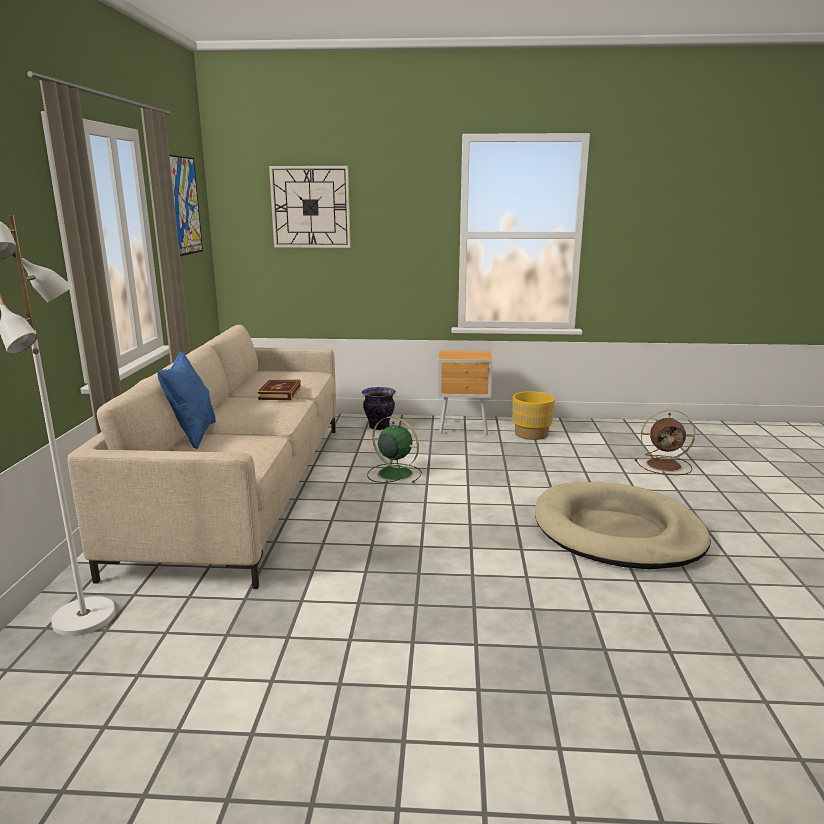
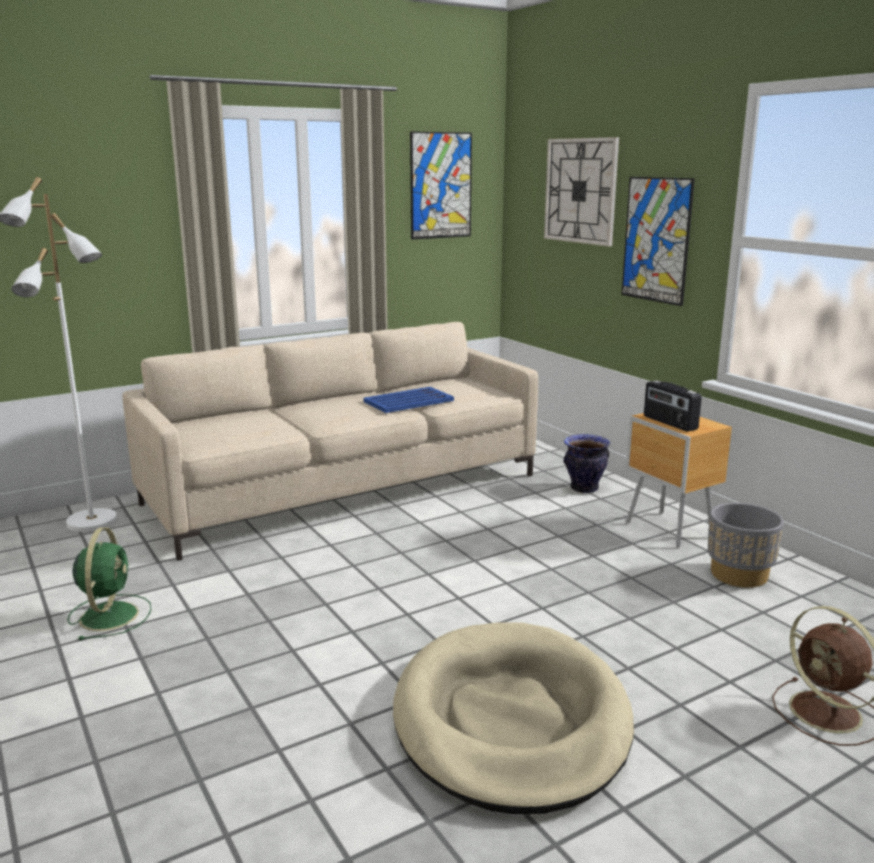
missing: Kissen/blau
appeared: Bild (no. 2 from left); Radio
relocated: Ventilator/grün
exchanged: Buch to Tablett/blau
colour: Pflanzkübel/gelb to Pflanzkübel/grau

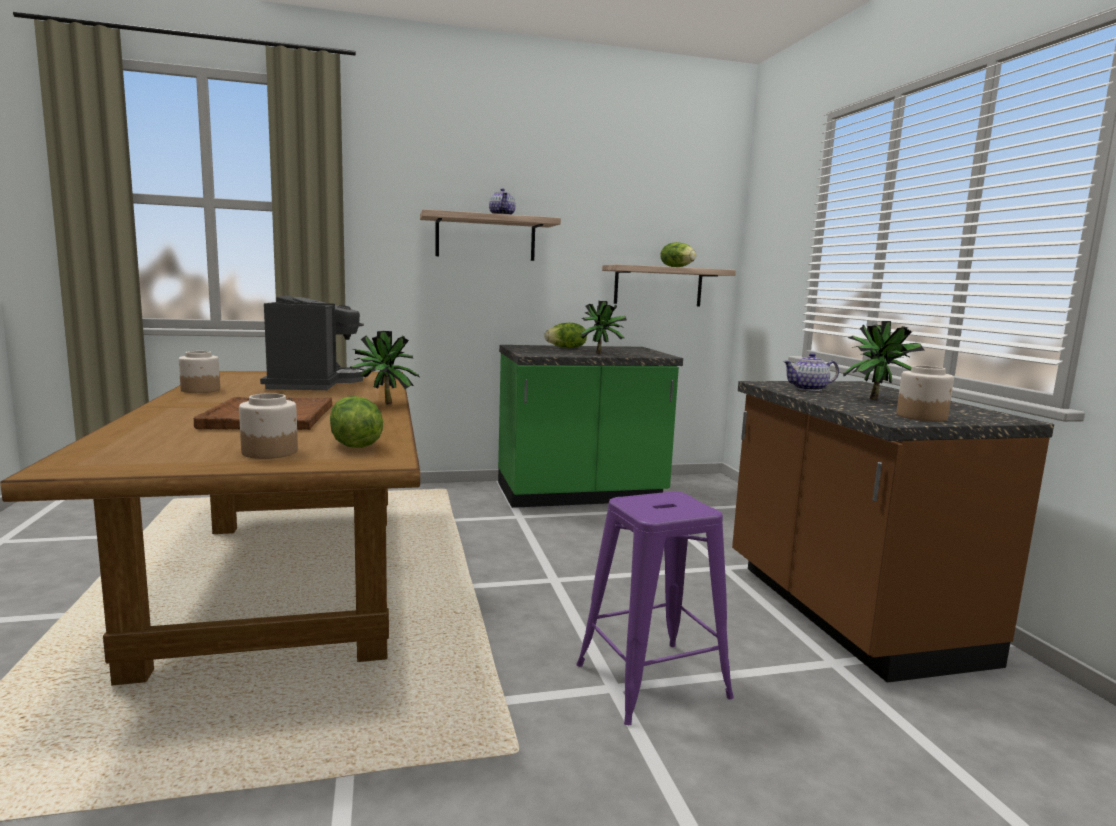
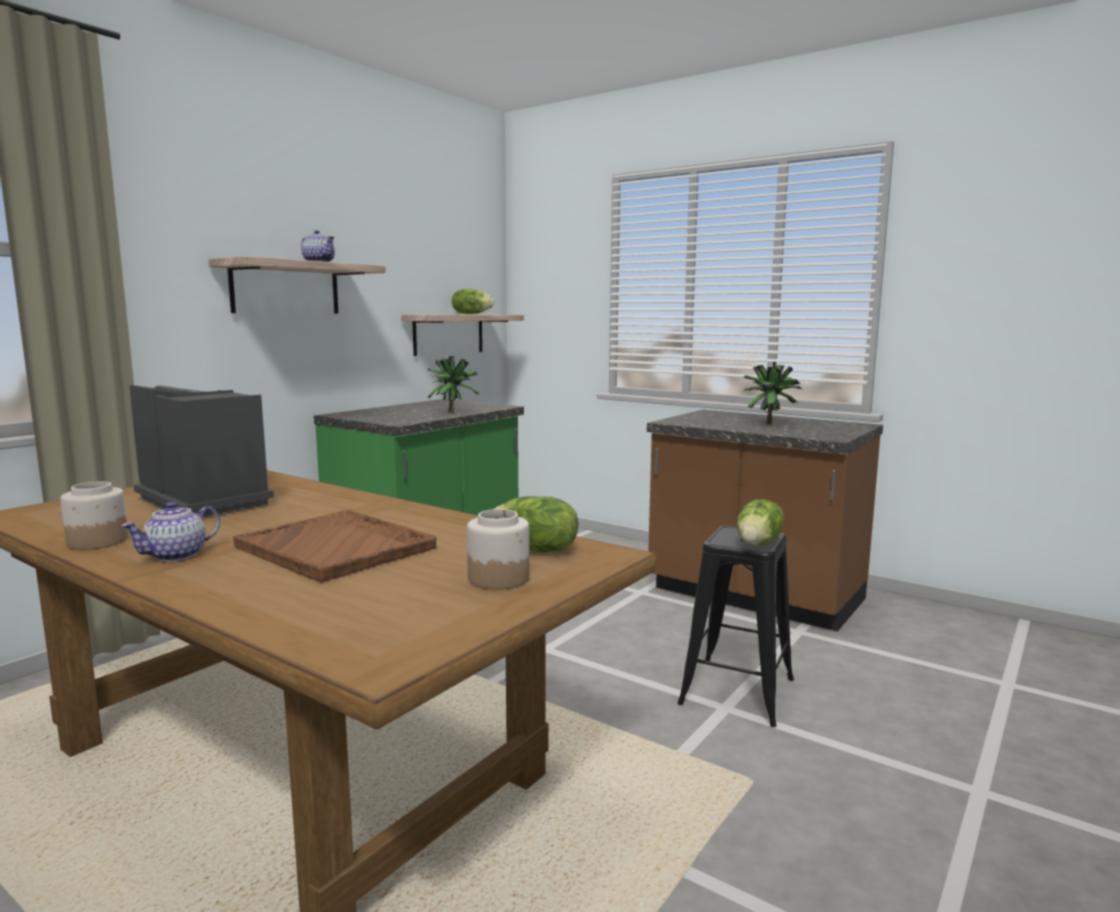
missing: Topfpflanze (no. 1 from left); Vorratsglas (no. 3 from left)
relocated: Salatkopf (no. 2 from left in the first image) to Salatkopf (no. 3 from left); Teekanne (no. 2 from left in the first image) to Teekanne (no. 1 from left)
colour: Hocker/lila to Hocker/schwarz

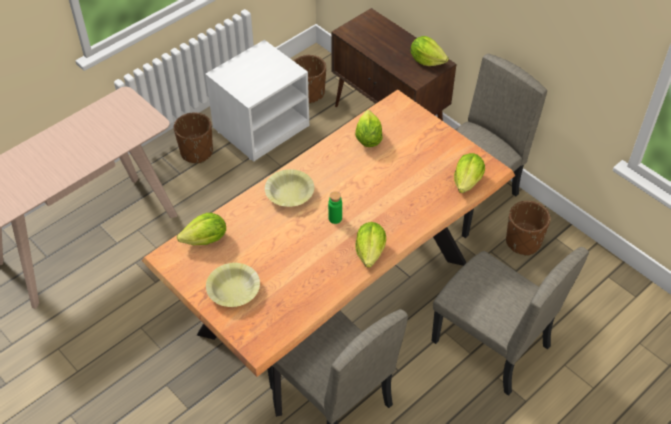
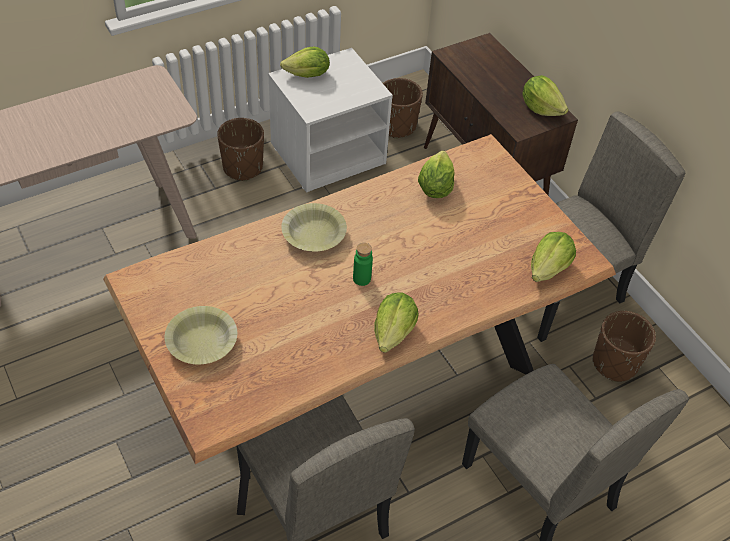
relocated: Salatkopf (no. 1 from left)

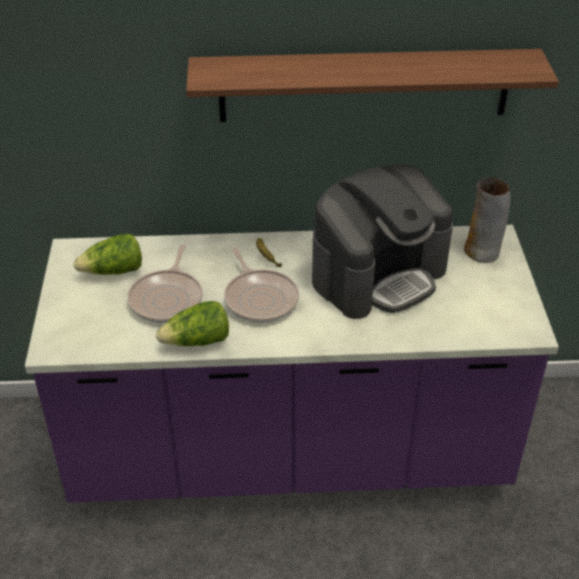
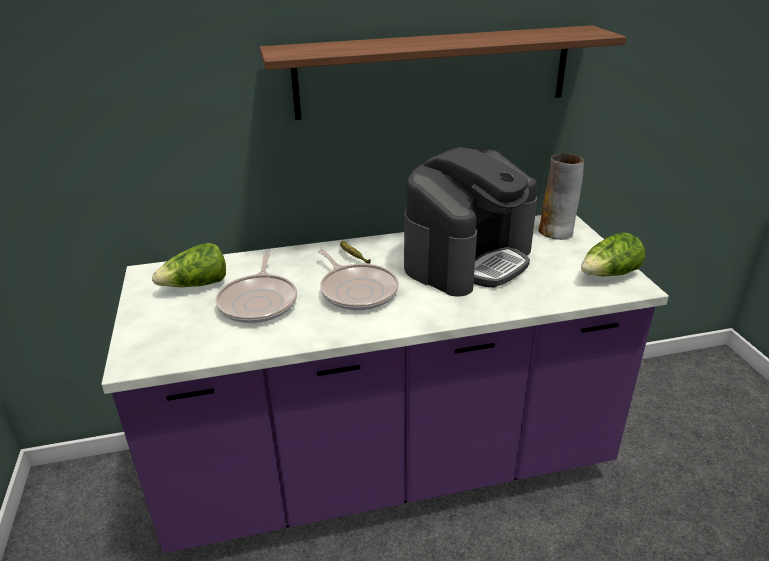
relocated: Salatkopf (no. 2 from left)

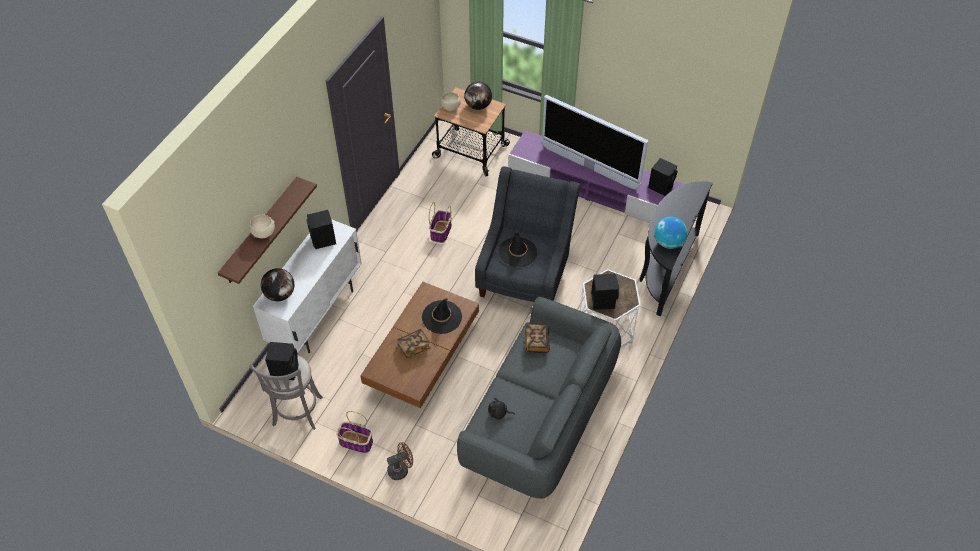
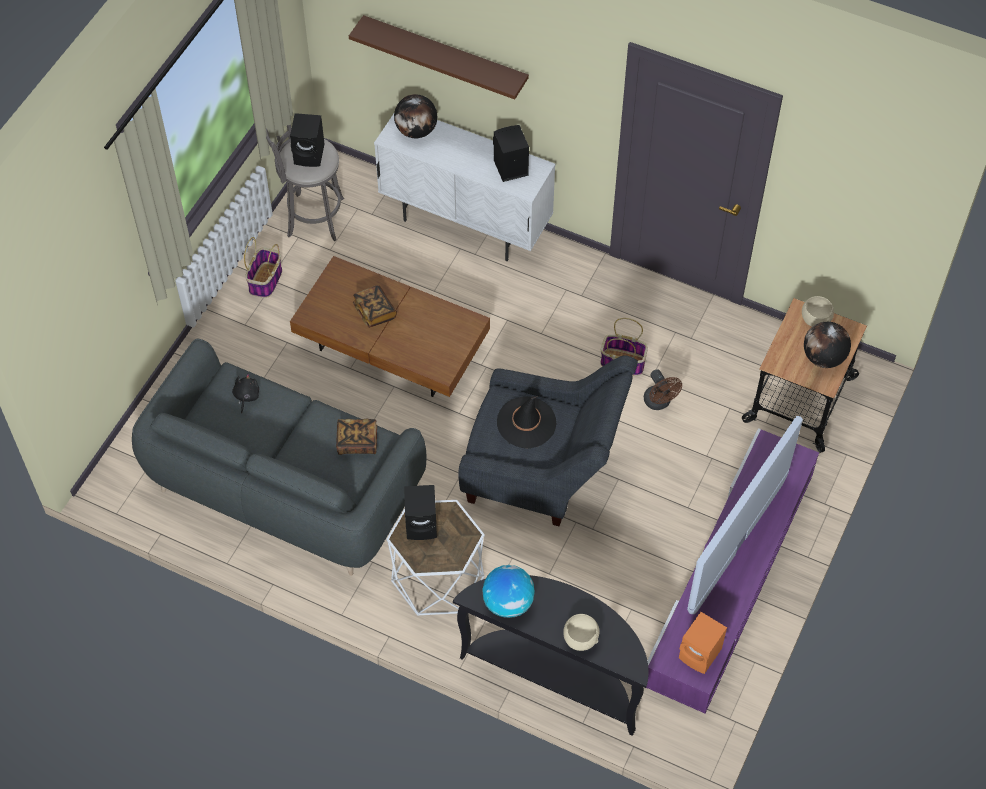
missing: Hut/schwarz (no. 1 from left)
relocated: Schüssel/beige (no. 1 from left); Ventilator/braun
colour: Lautsprecher/schwarz (no. 4 from left) to Lautsprecher/orange

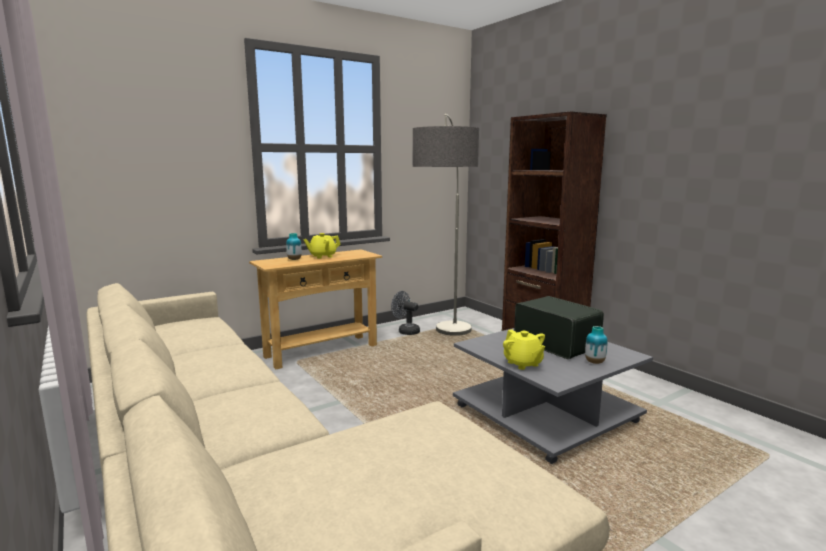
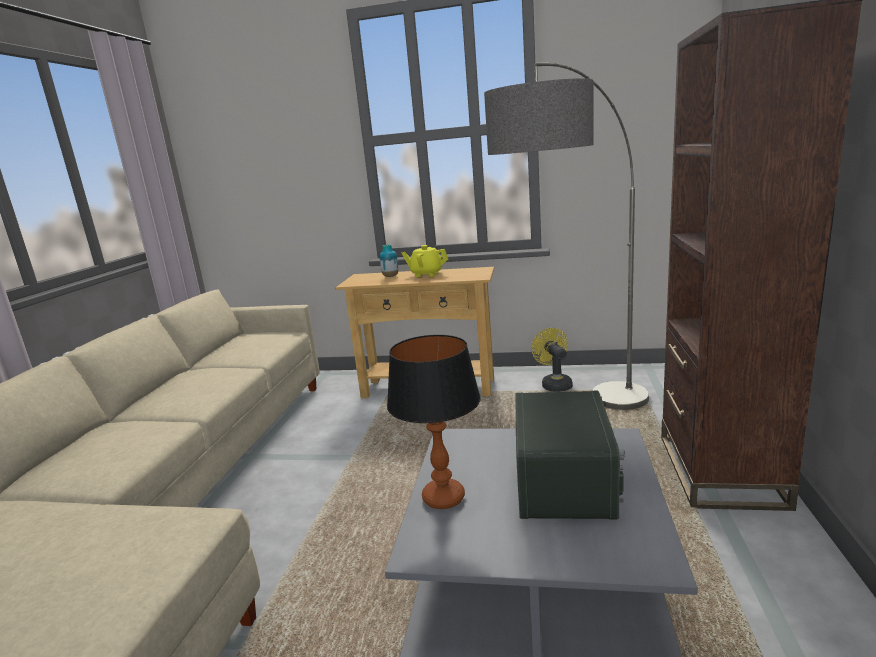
missing: Vase (no. 2 from left)
exchanged: Teekanne/gelb (no. 2 from left) to Tischlampe
colour: Ventilator/grau to Ventilator/gelb

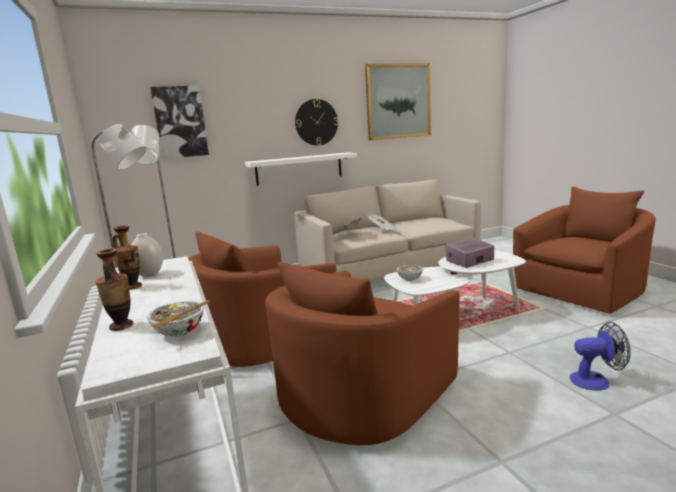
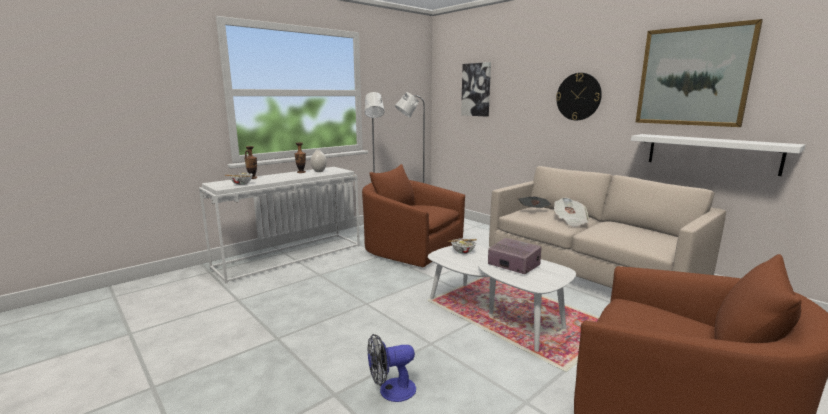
missing: Sessel/braun (no. 2 from left)
relocated: Wandregal/weiß
spun: Ventilator 90 degrees clockwise

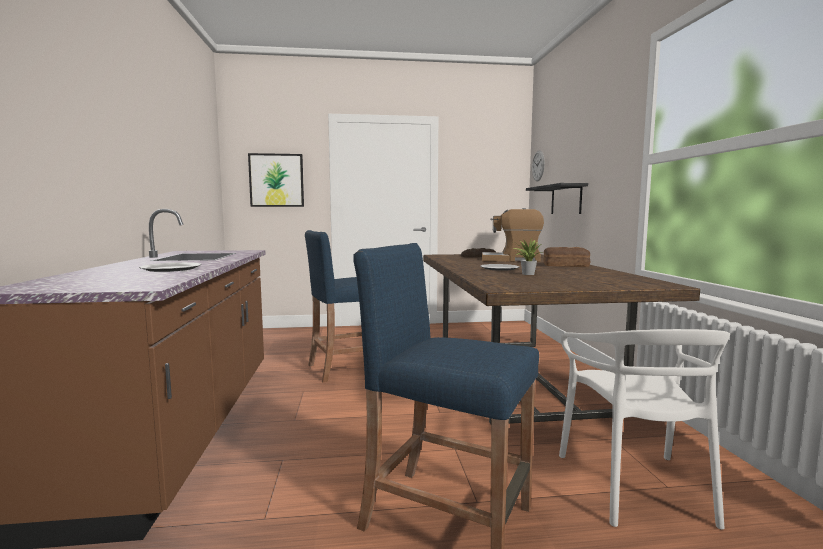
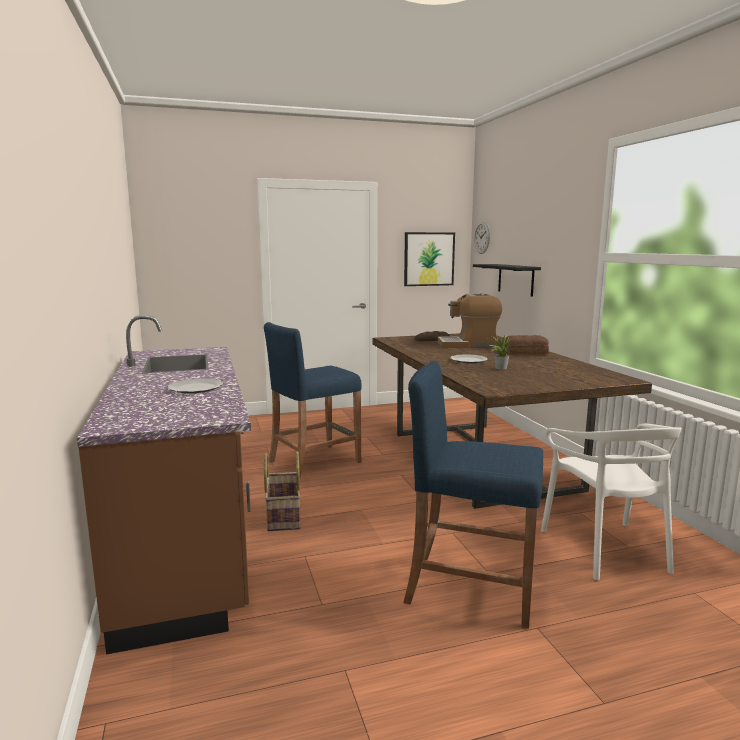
appeared: Korb
relocated: Bild

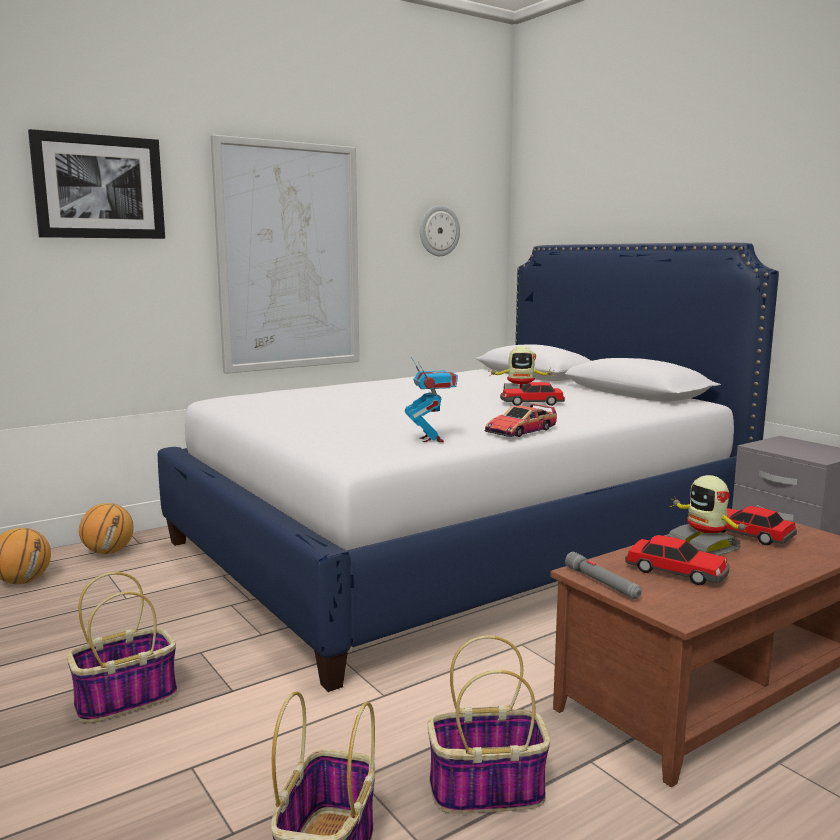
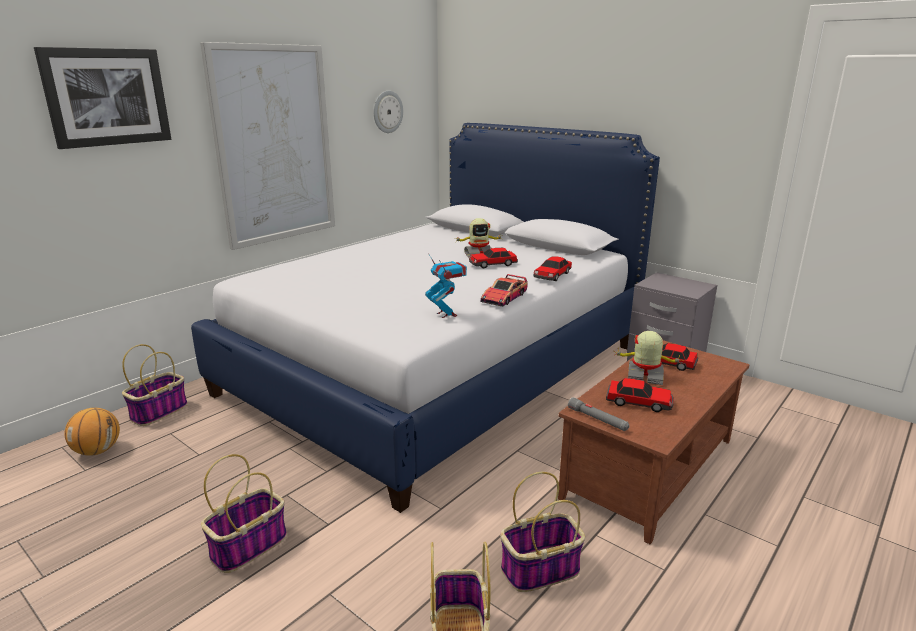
appeared: Spielzeugauto (no. 3 from left)
exchanged: Basketball (no. 2 from left) to Korb (no. 1 from left)
spun: Spielzeugroboter (no. 3 from left) 150 degrees clockwise

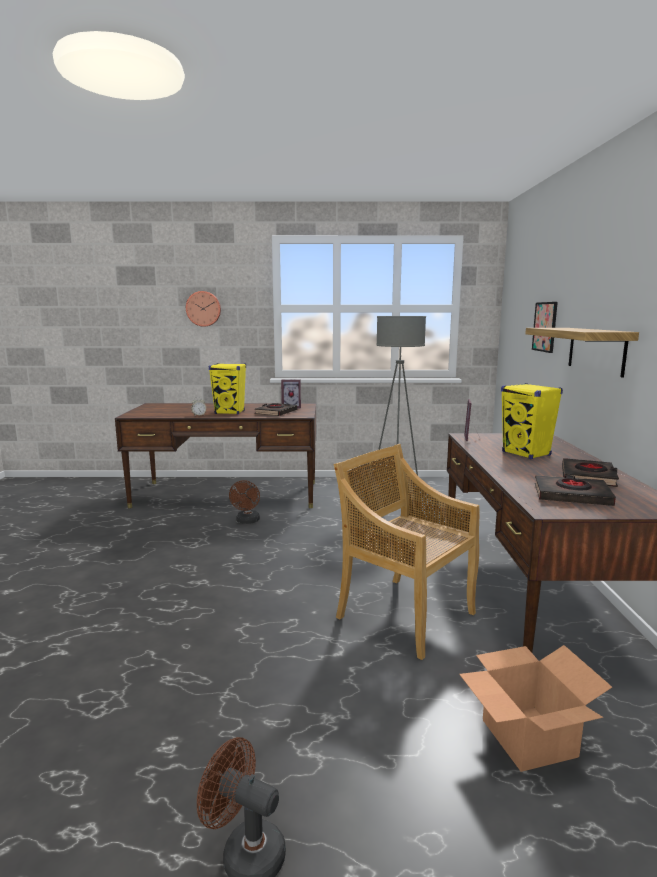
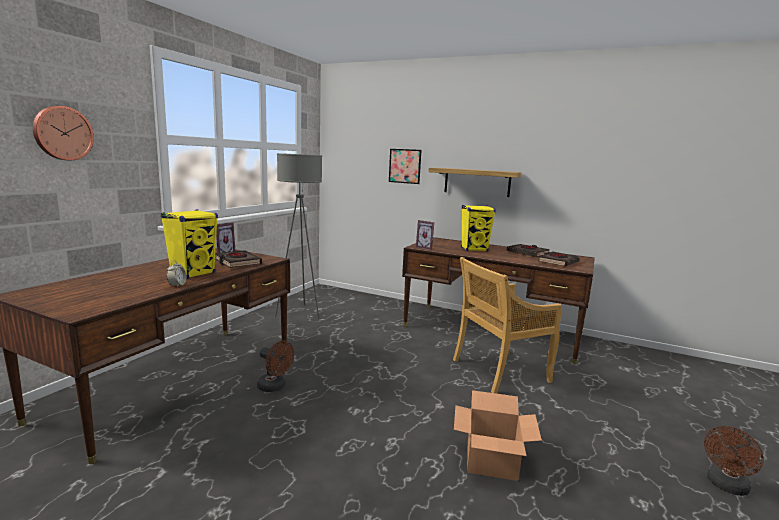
relocated: Karton

